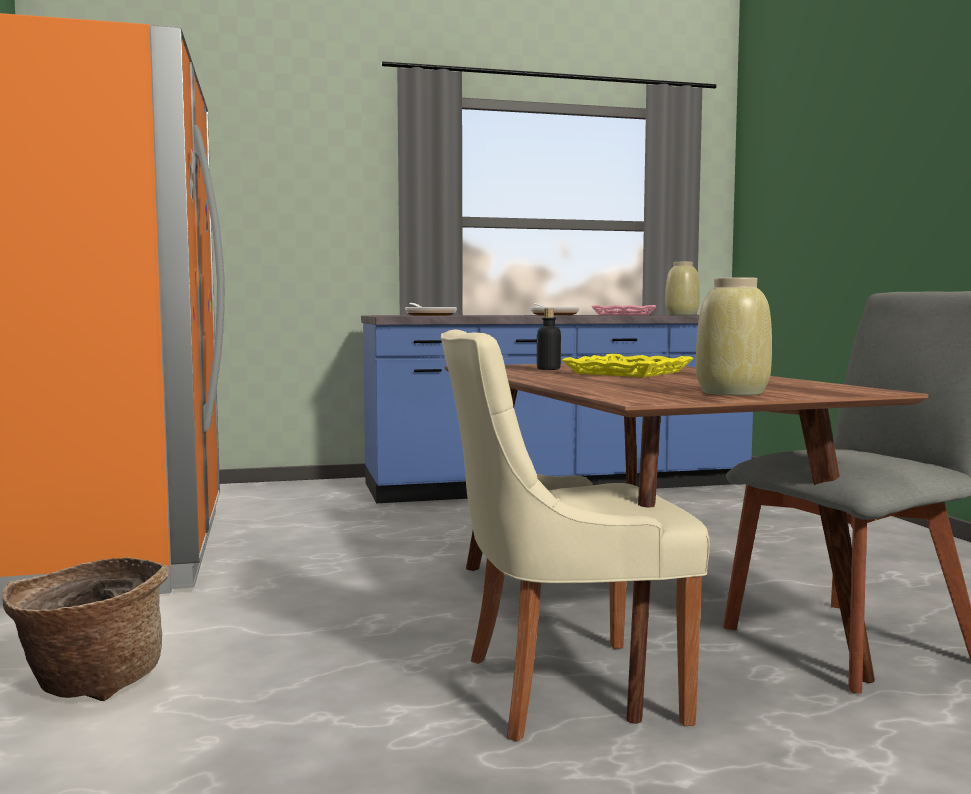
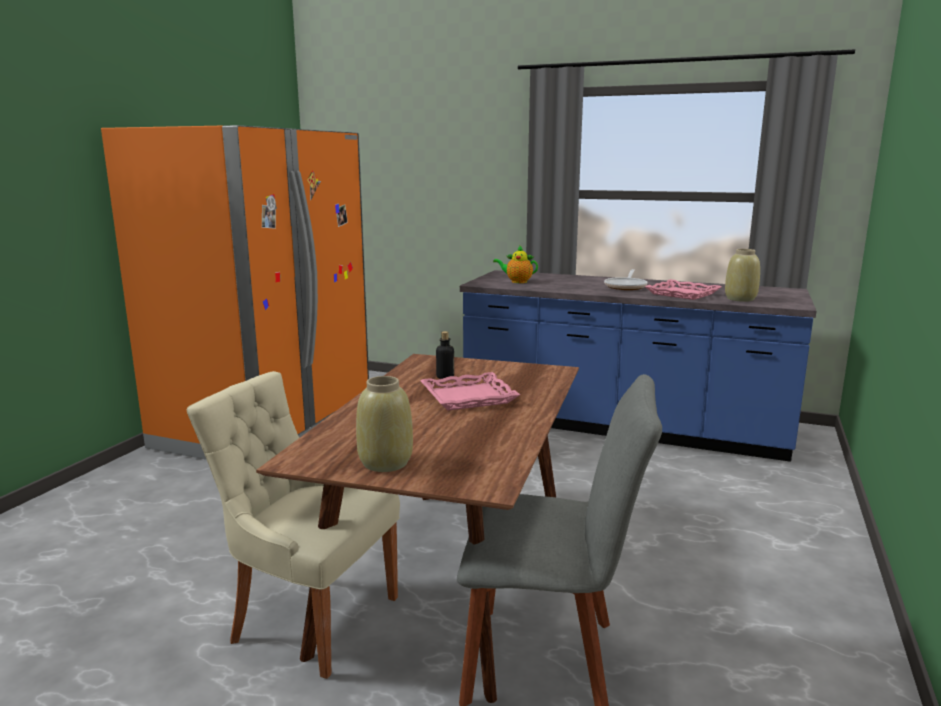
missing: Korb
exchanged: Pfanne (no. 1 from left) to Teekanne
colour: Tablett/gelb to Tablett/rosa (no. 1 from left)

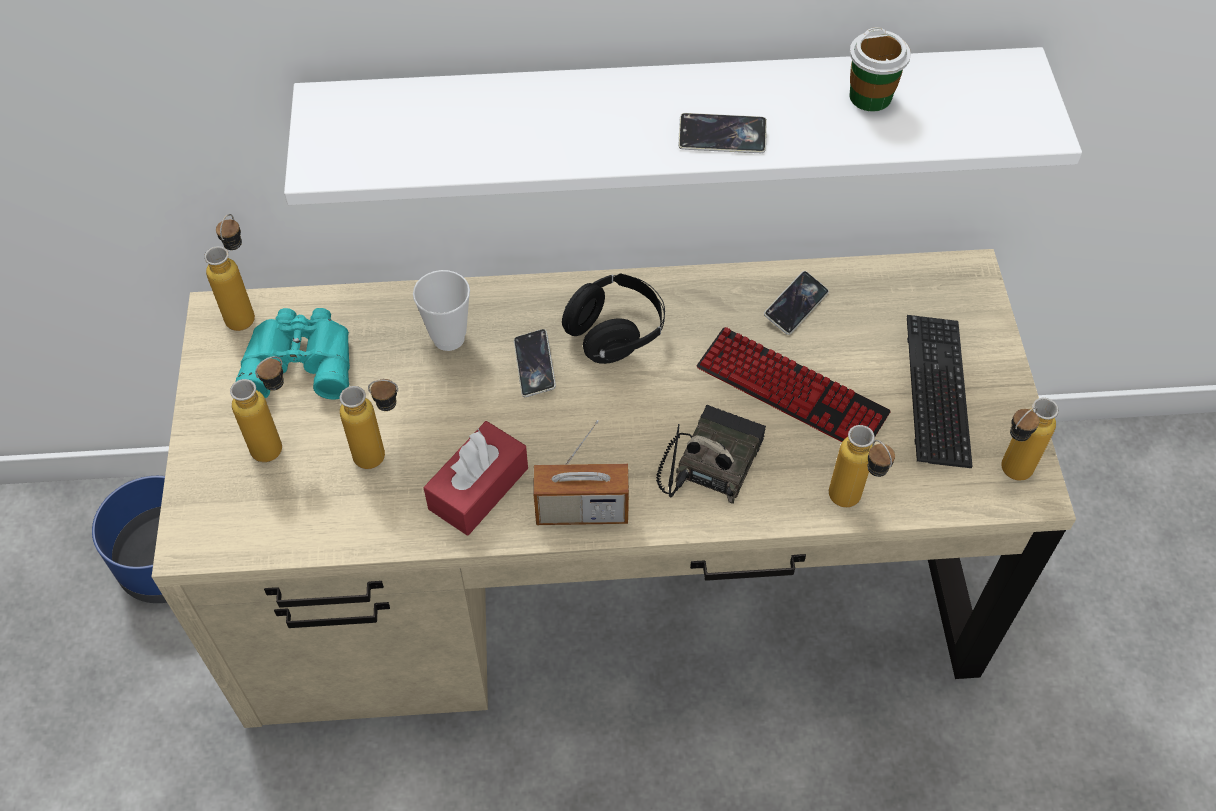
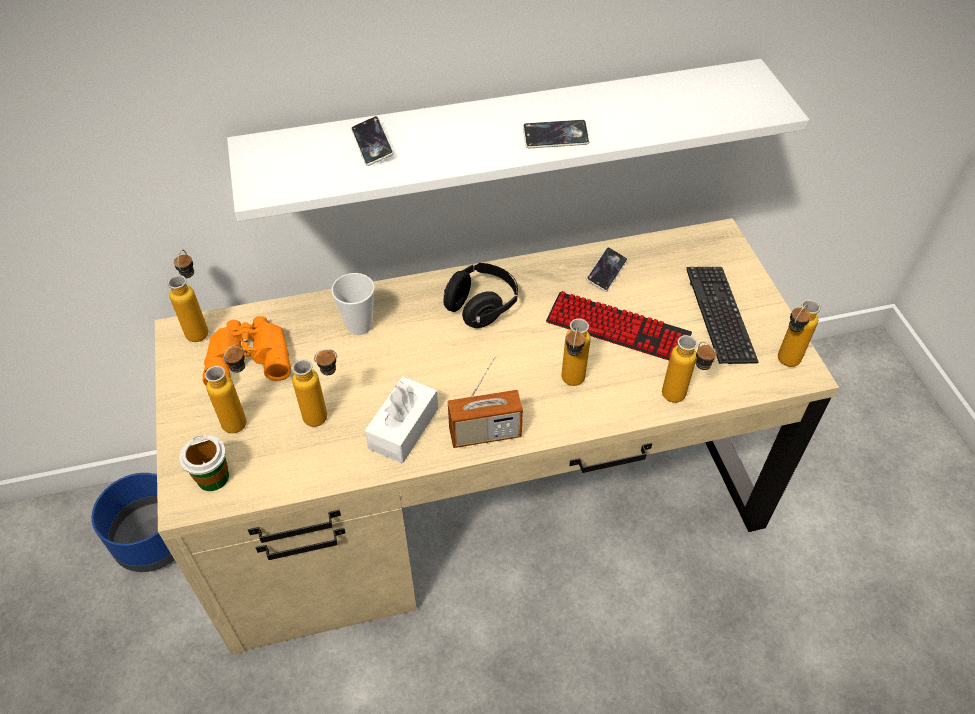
relocated: Handy (no. 1 from left); Tasse (no. 2 from left in the first image) to Tasse (no. 1 from left)
exchanged: Radio (no. 2 from left) to Flasche (no. 4 from left)
colour: Fernglas/türkis to Fernglas/orange; Taschentuchbox/rot to Taschentuchbox/weiß

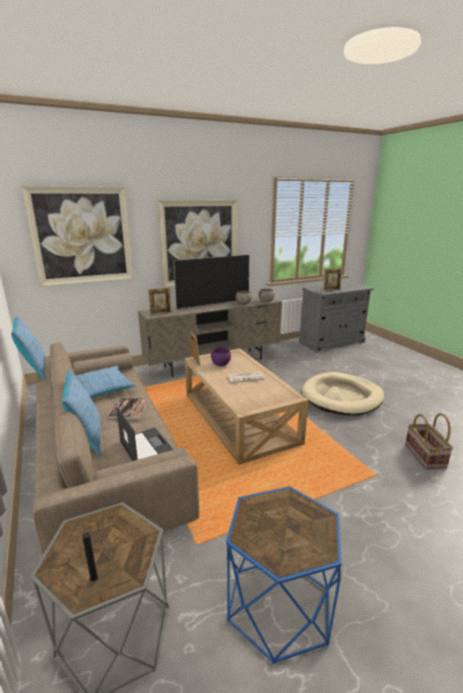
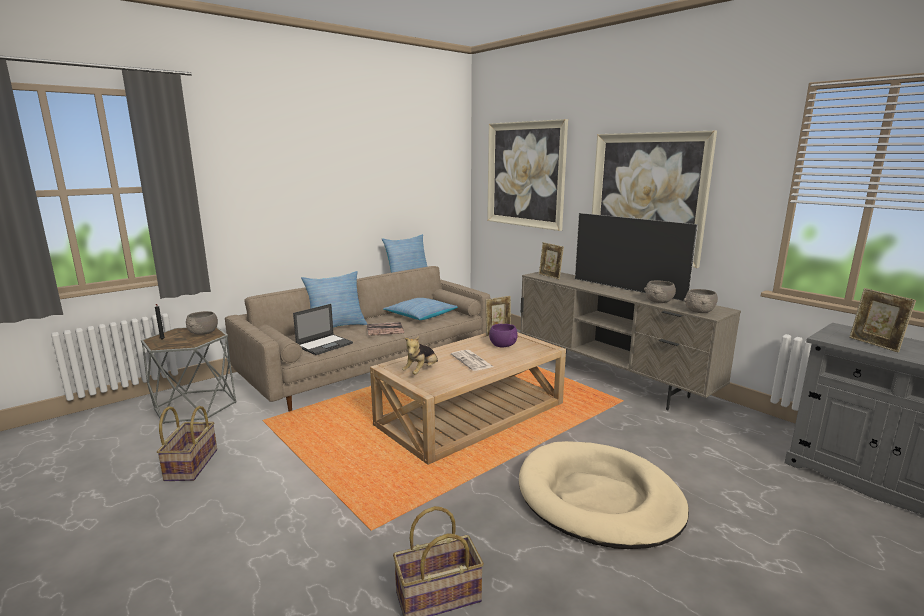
appeared: Schüssel/grau (no. 1 from left); Plüschtier
exchanged: Beistelltisch/blau to Korb (no. 1 from left)

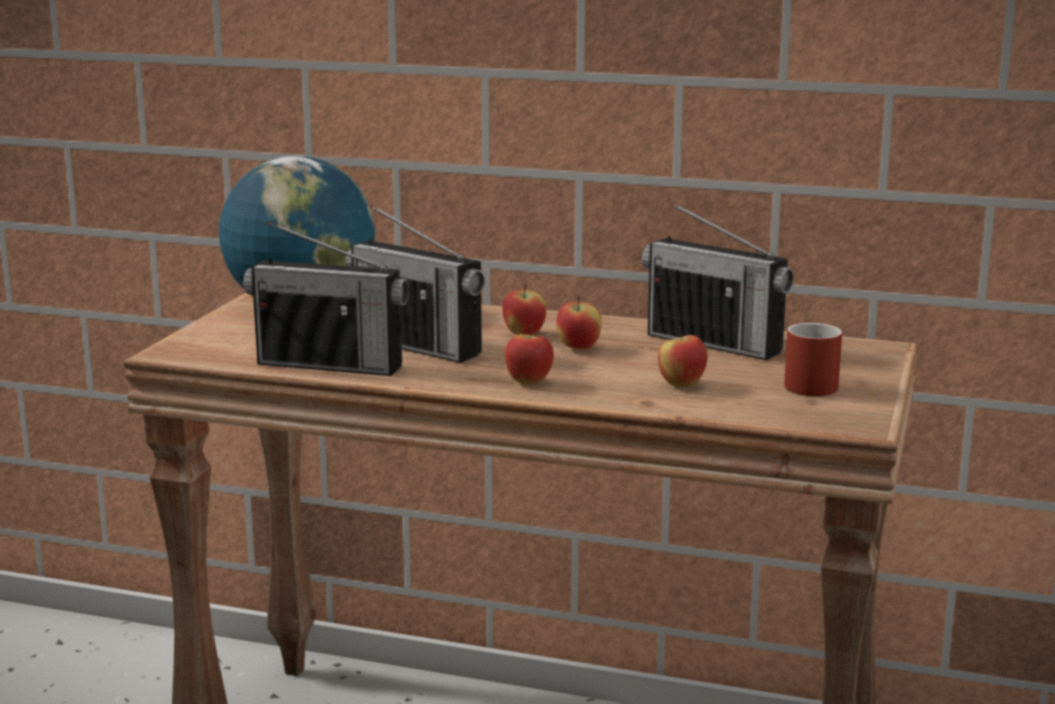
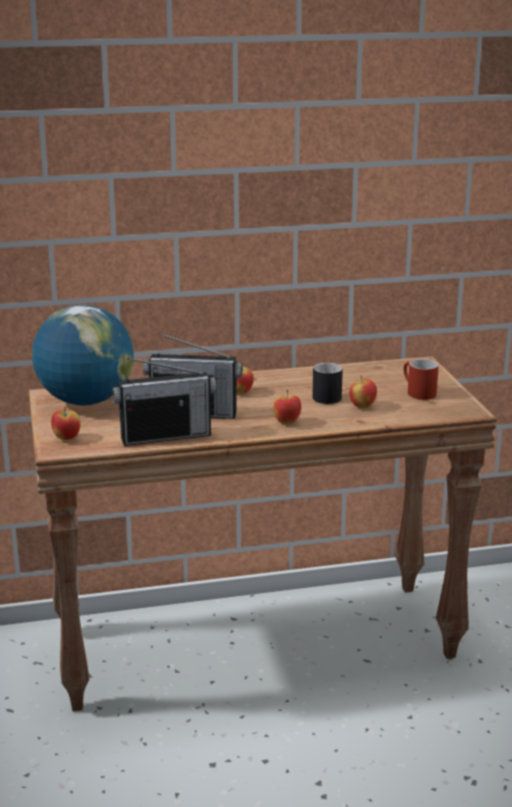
missing: Radio (no. 3 from left)
appeared: Henkelbecher/schwarz
relocated: Apfel (no. 3 from left in the first image) to Apfel (no. 1 from left)

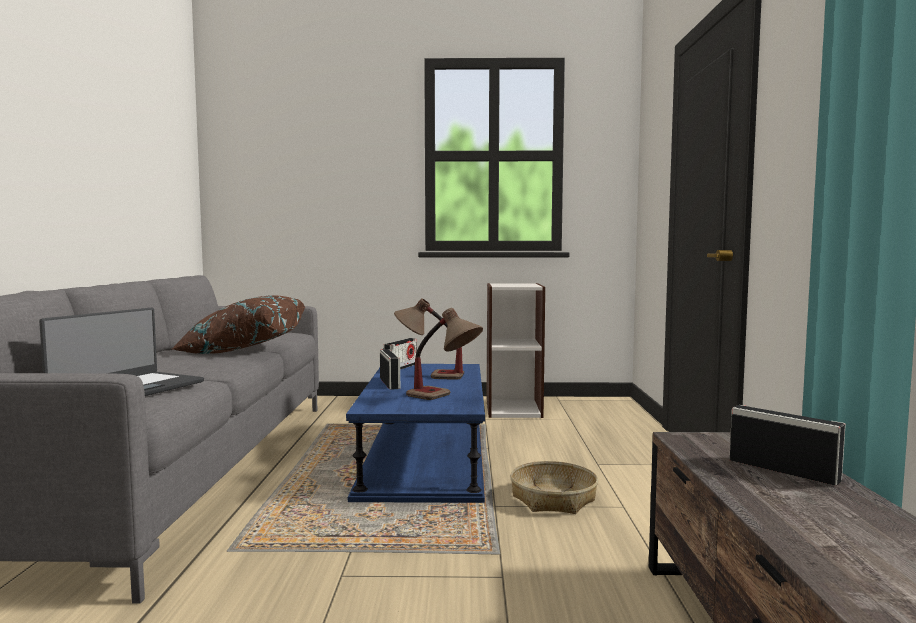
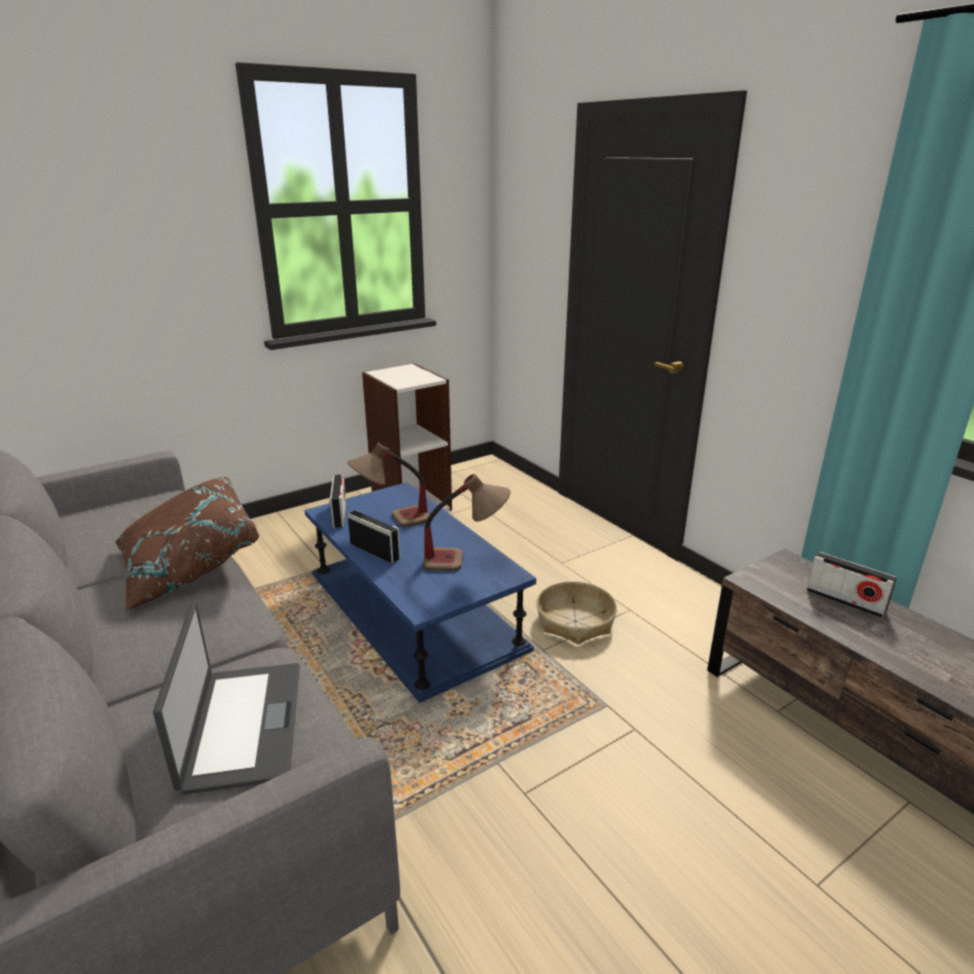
spun: Radio (no. 3 from left) 150 degrees counterclockwise

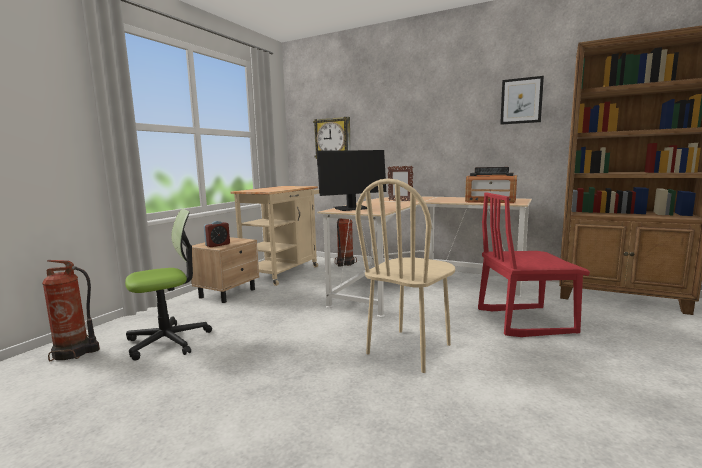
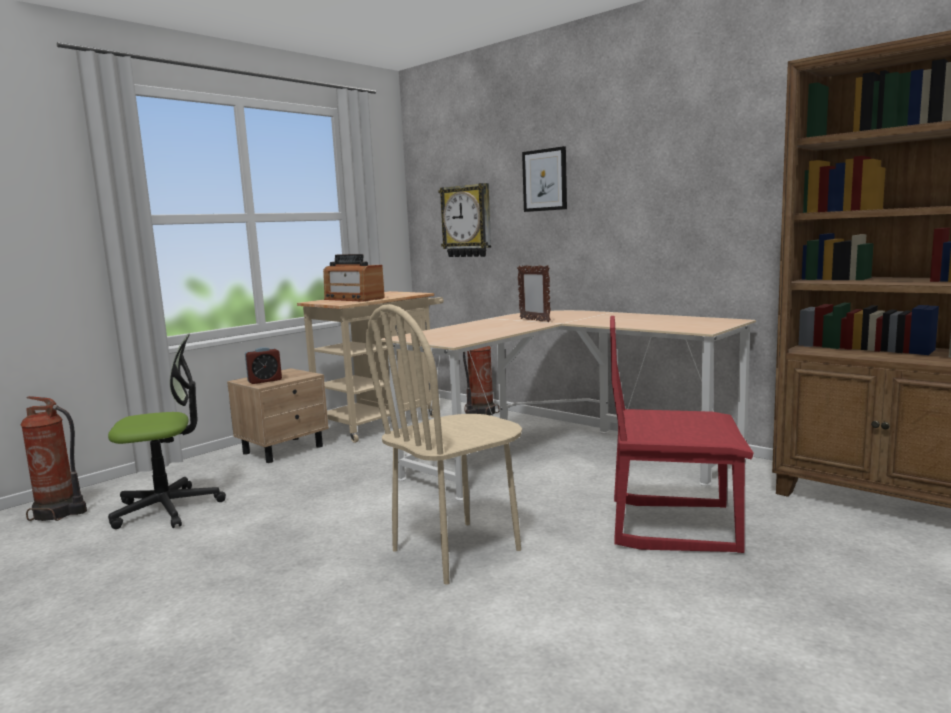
missing: Monitor
relocated: Radio; Bild

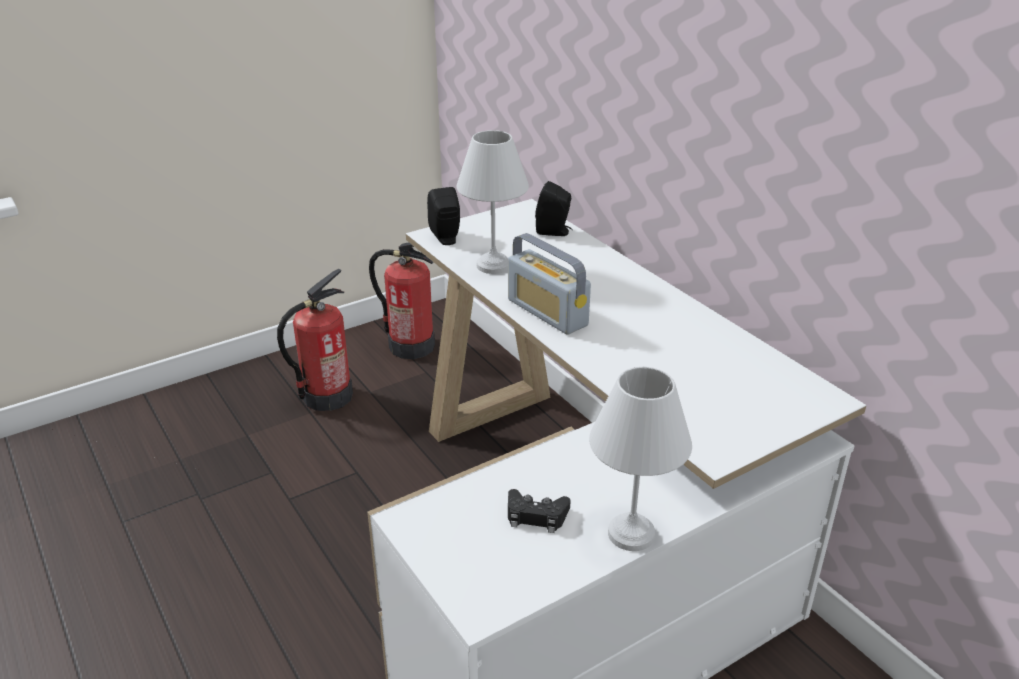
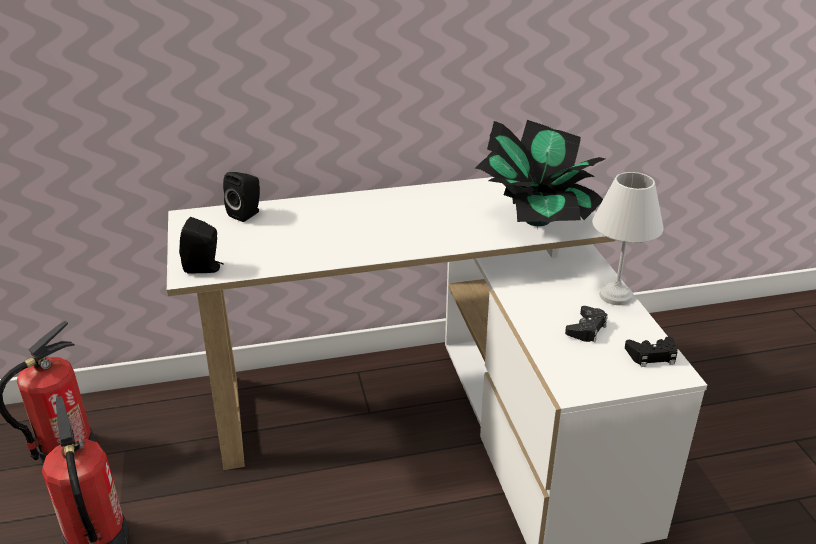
missing: Tischlampe/weiß (no. 1 from left); Radio
appeared: Topfpflanze; Gamepad/schwarz (no. 2 from left)

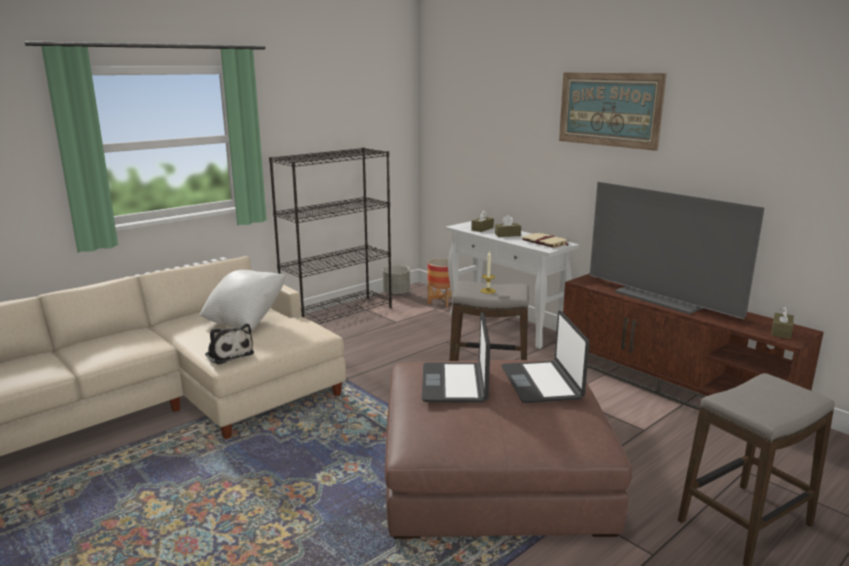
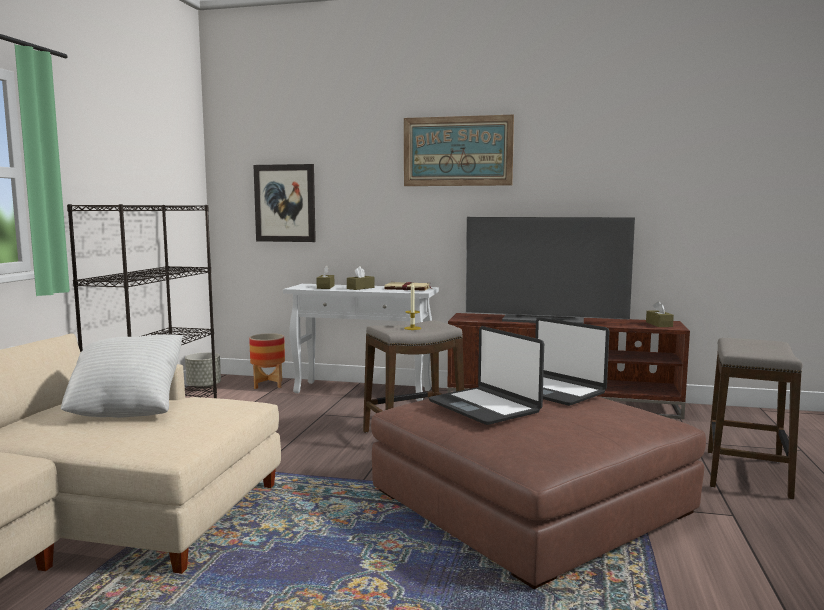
missing: Plüschtier
appeared: Bild (no. 1 from left)

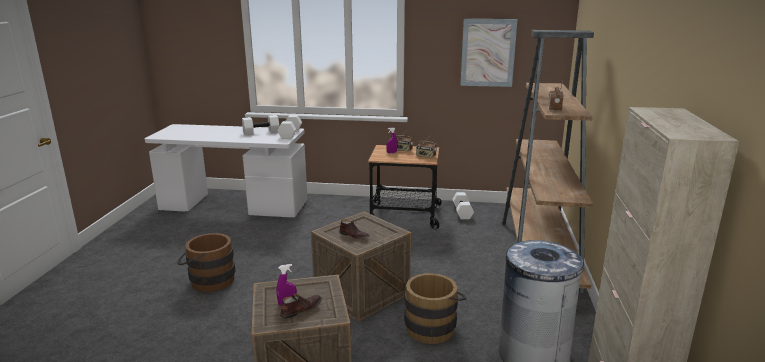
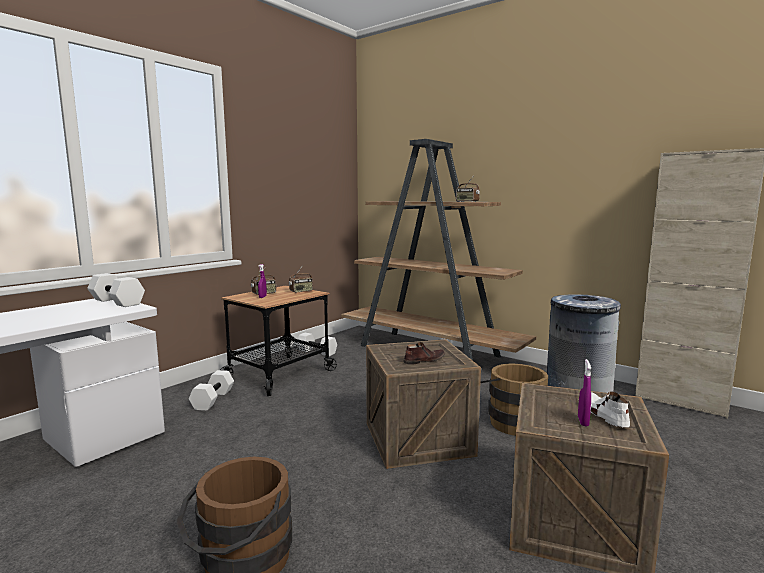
missing: Bild
relocated: Hantel/weiß (no. 1 from left in the first image) to Hantel/weiß (no. 2 from left)
colour: Schuh/braun (no. 1 from left) to Schuh/weiß

